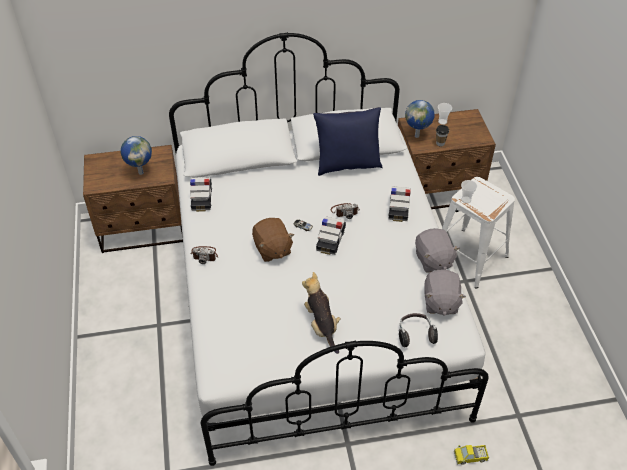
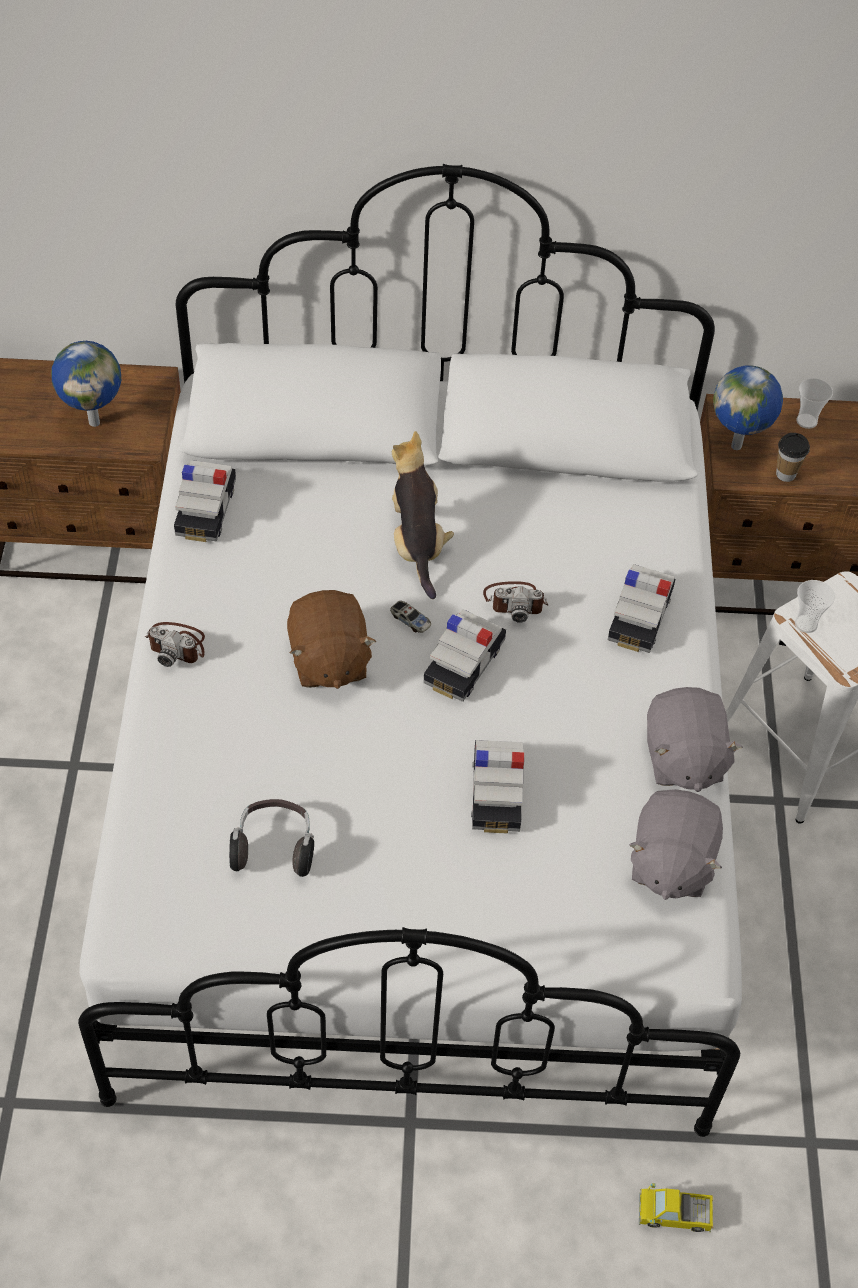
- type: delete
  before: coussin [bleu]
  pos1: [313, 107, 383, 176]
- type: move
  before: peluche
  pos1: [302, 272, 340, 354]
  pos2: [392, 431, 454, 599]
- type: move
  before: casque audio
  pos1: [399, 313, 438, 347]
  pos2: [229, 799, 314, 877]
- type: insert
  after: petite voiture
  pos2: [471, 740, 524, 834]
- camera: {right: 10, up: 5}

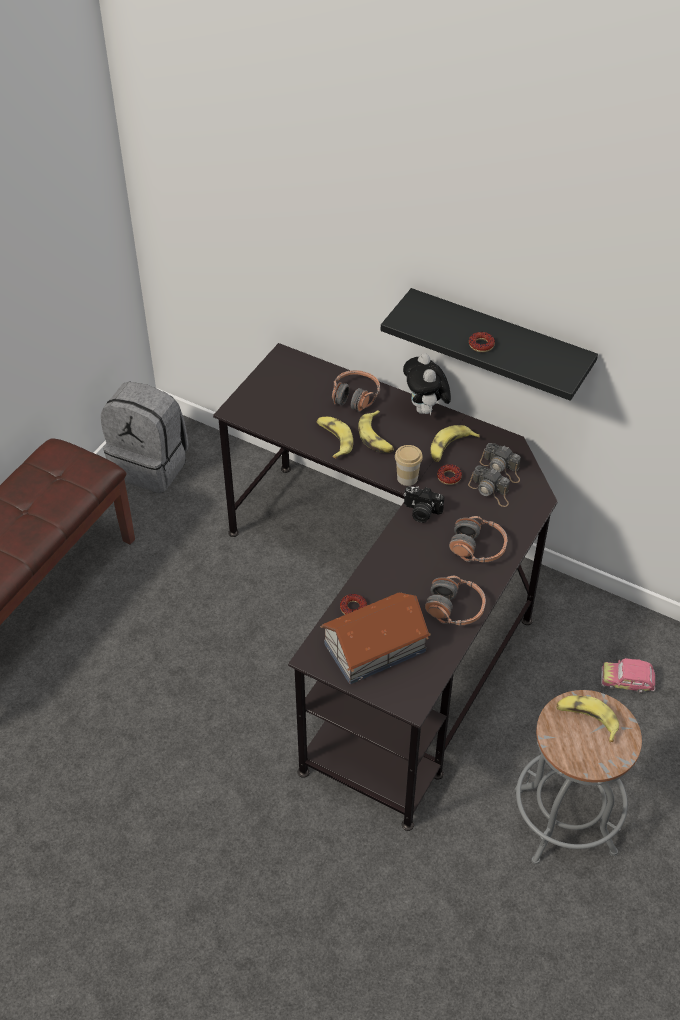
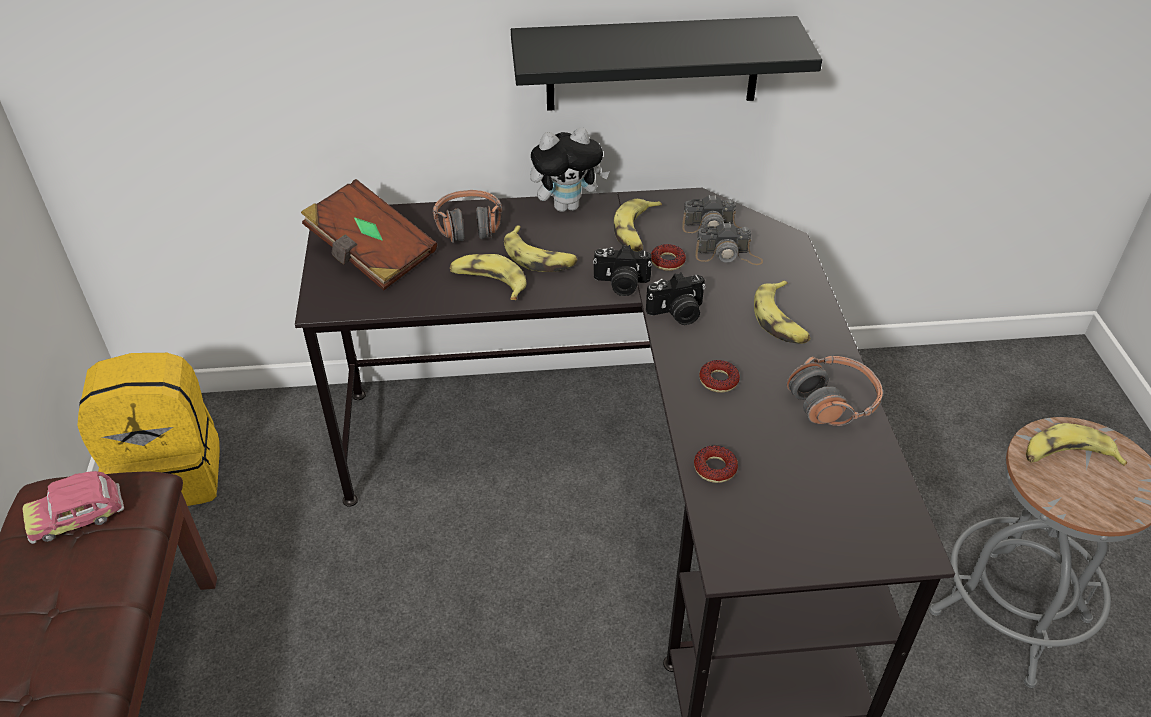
- type: move
  before: beignet
  pos1: [469, 332, 495, 352]
  pos2: [699, 360, 740, 393]
- type: rotate
  before: peluche
  pos1: [403, 353, 451, 416]
  pos2: [530, 128, 610, 212]
  turn: -60
- type: recolor
  before: sac à dos [gris]
  after: sac à dos [jaune]
  pos1: [101, 382, 189, 493]
  pos2: [77, 353, 220, 506]
- type: replace
  before: tasse
  after: appareil photo
  pos1: [395, 445, 423, 486]
  pos2: [593, 245, 652, 296]
- type: replace
  before: casque audio
  after: banane
  pos1: [449, 516, 507, 563]
  pos2: [754, 280, 810, 343]
- type: delete
  before: maison miniature
  pos1: [320, 592, 431, 685]
- type: move
  before: petite voiture
  pos1: [601, 658, 655, 693]
  pos2: [23, 471, 124, 544]
- type: insert
  after: livre [marron]
  pos2: [301, 179, 437, 290]
- camera: {right: -35, up: -5}

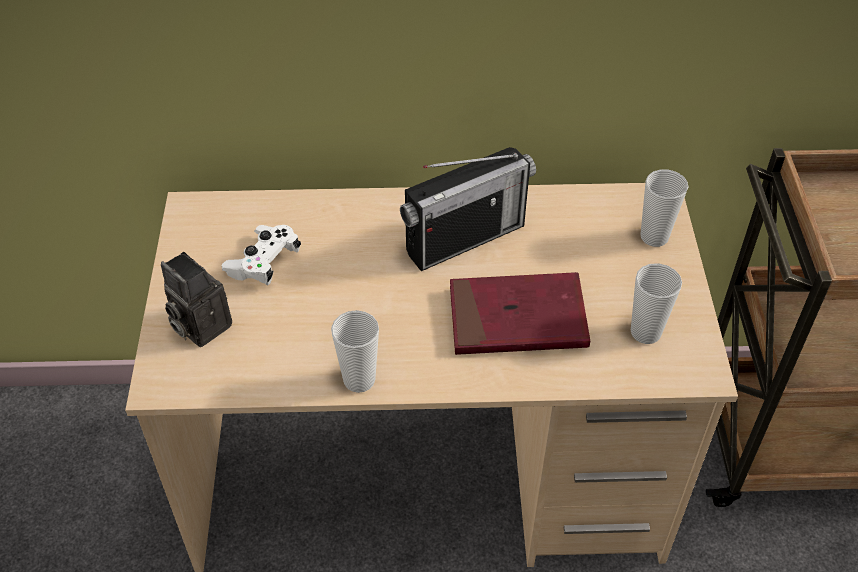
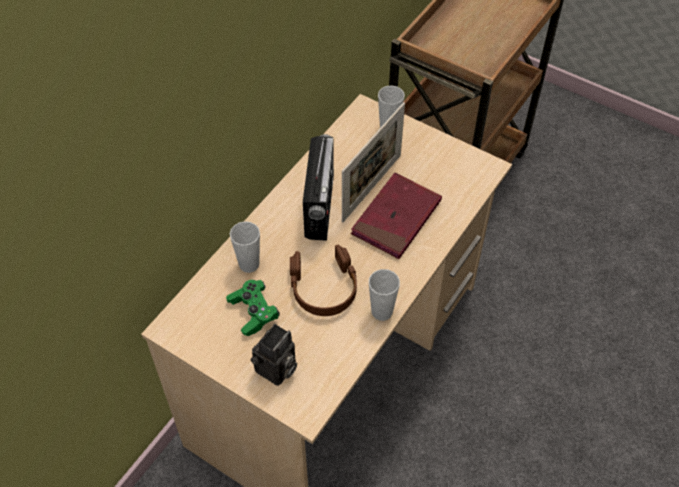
- type: recolor
  before: manette [blanc]
  after: manette [vert]
  pos1: [222, 225, 301, 285]
  pos2: [226, 280, 280, 336]
- type: rotate
  before: appareil photo
  pos1: [161, 252, 232, 347]
  pos2: [250, 324, 297, 386]
  turn: -45
- type: move
  before: tasse
  pos1: [631, 263, 682, 344]
  pos2: [230, 221, 260, 273]
- type: insert
  after: cadre photo
  pos2: [342, 102, 405, 222]
- type: insert
  after: casque audio [marron]
  pos2: [290, 245, 357, 316]
- camera: {right: -55, up: 5}

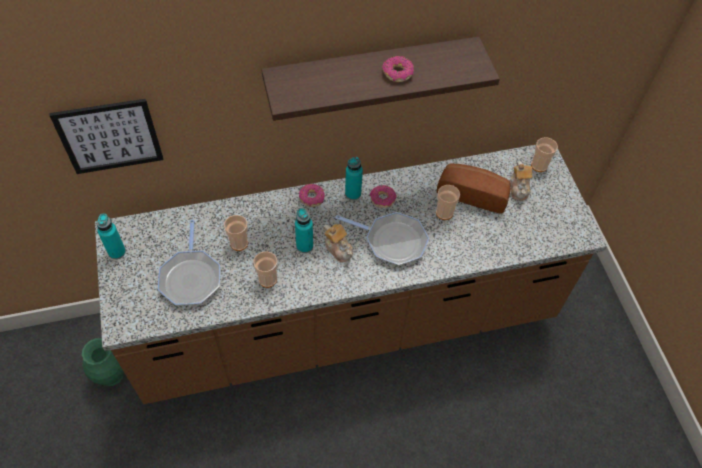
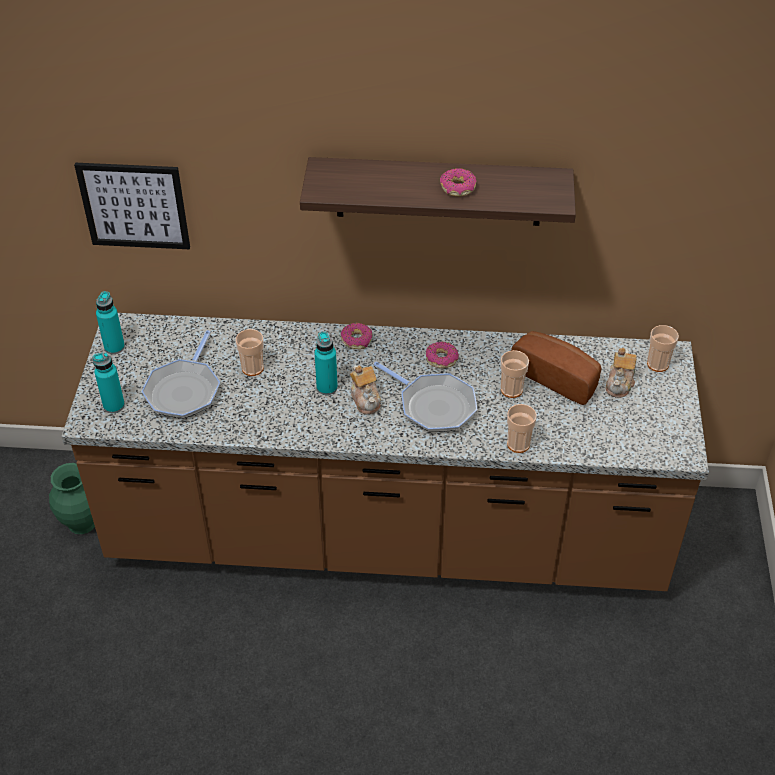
- type: move
  before: bouteille [turquoise]
  pos1: [345, 157, 363, 200]
  pos2: [93, 353, 125, 413]
- type: move
  before: tasse
  pos1: [253, 251, 278, 288]
  pos2: [507, 404, 537, 453]
- camera: {right: 20, up: -10}

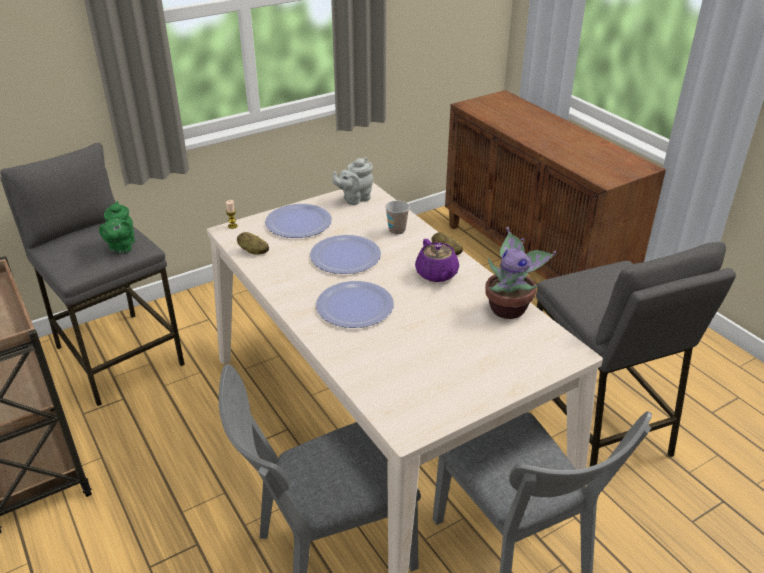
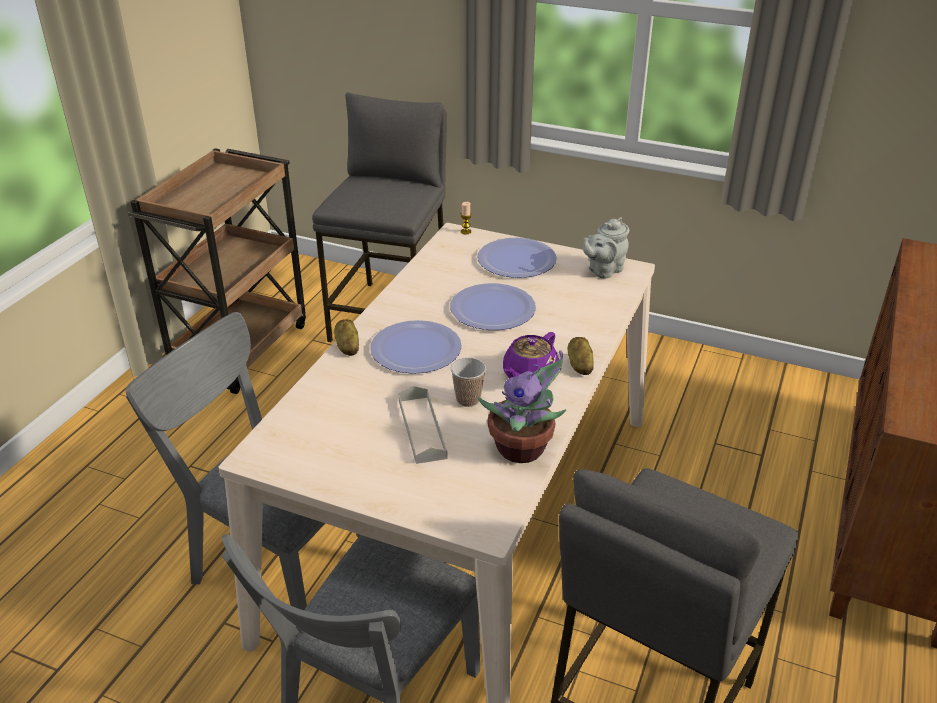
- type: rotate
  before: théière [gris]
  pos1: [332, 157, 373, 205]
  pos2: [583, 217, 629, 278]
  turn: -60
- type: delete
  before: théière [vert]
  pos1: [99, 201, 135, 253]
- type: move
  before: tasse
  pos1: [385, 201, 410, 235]
  pos2: [451, 357, 486, 407]
- type: move
  before: pomme de terre
  pos1: [237, 232, 269, 255]
  pos2: [334, 319, 359, 356]
- type: insert
  after: plateau [gris]
  pos2: [398, 386, 447, 464]
- camera: {right: 55, up: 0}

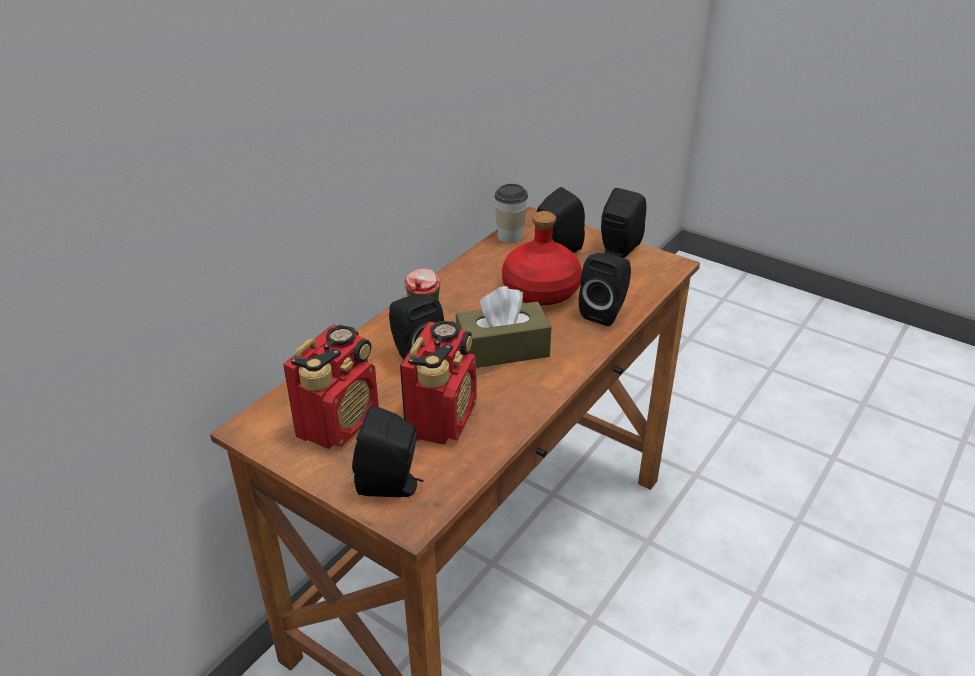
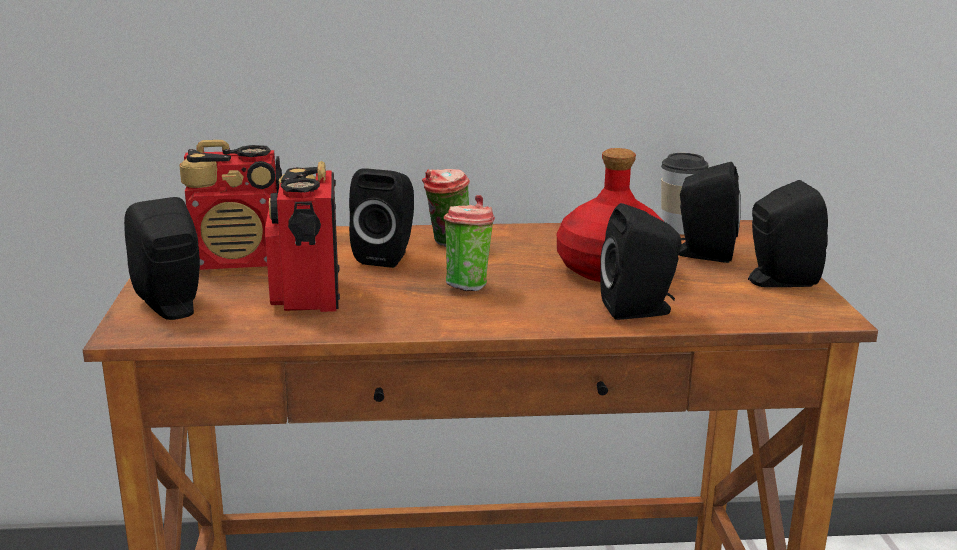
- type: replace
  before: boîte à mouchoirs [marron]
  after: tasse
  pos1: [456, 286, 551, 368]
  pos2: [444, 195, 495, 291]
- type: rotate
  before: radio
  pos1: [400, 321, 477, 445]
  pos2: [265, 161, 340, 312]
  turn: 105
- camera: {right: 50, up: -15}

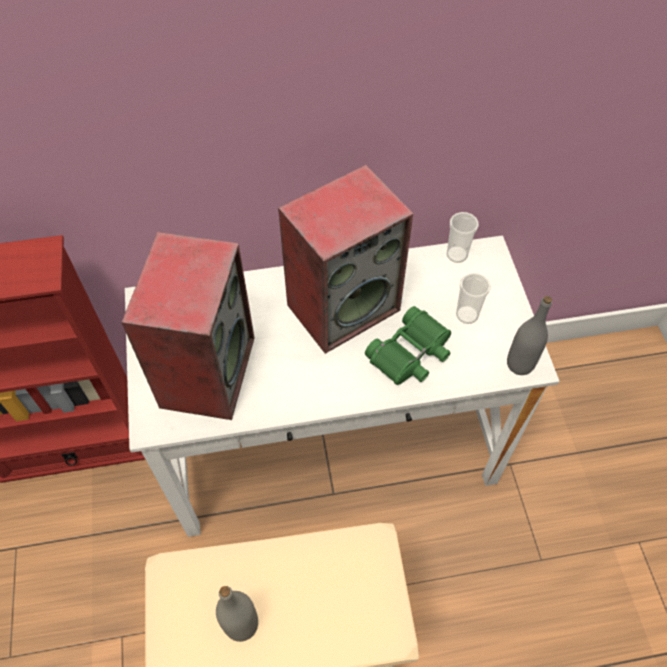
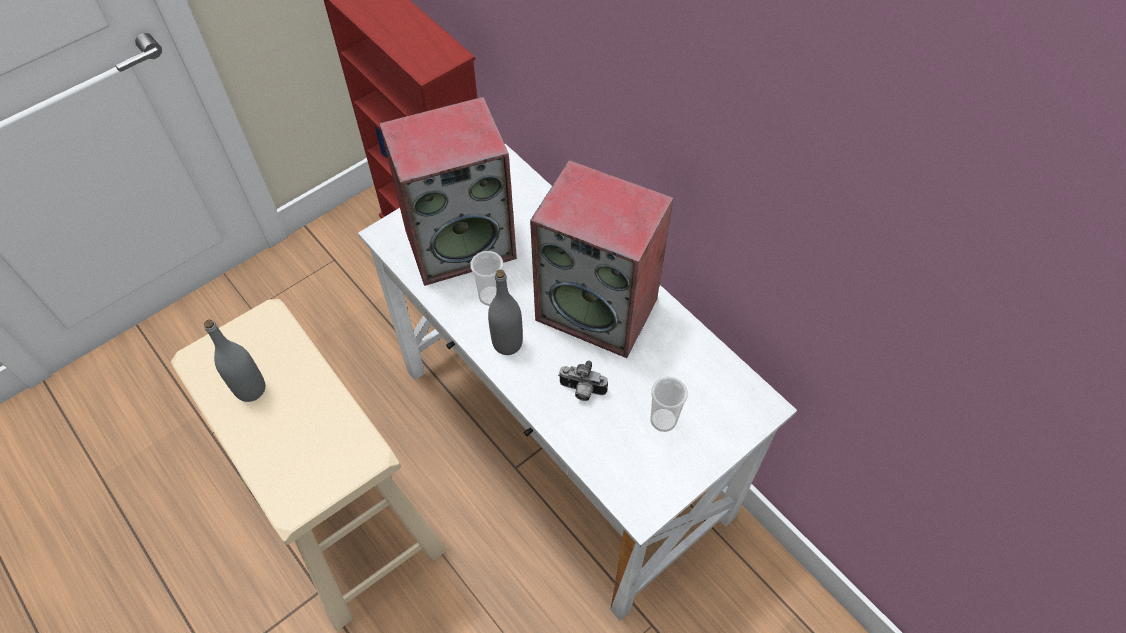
- type: move
  before: tasse
  pos1: [447, 212, 479, 263]
  pos2: [470, 251, 503, 306]
- type: move
  before: bouteille [gris]
  pos1: [507, 296, 552, 375]
  pos2: [488, 270, 523, 355]
- type: replace
  before: jumelles [vert]
  after: appareil photo
  pos1: [365, 306, 451, 385]
  pos2: [558, 360, 608, 401]
- camera: {right: 60, up: 0}

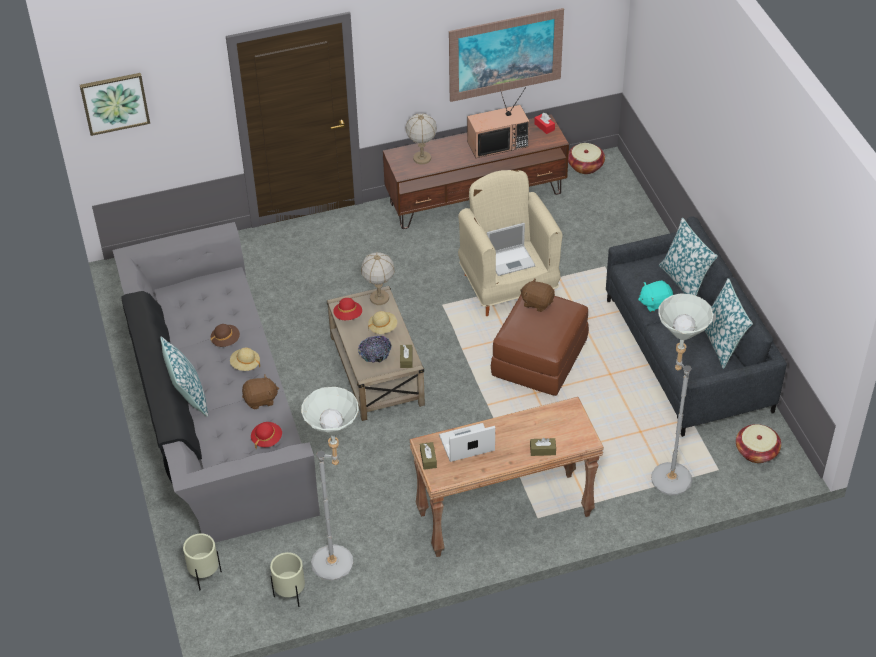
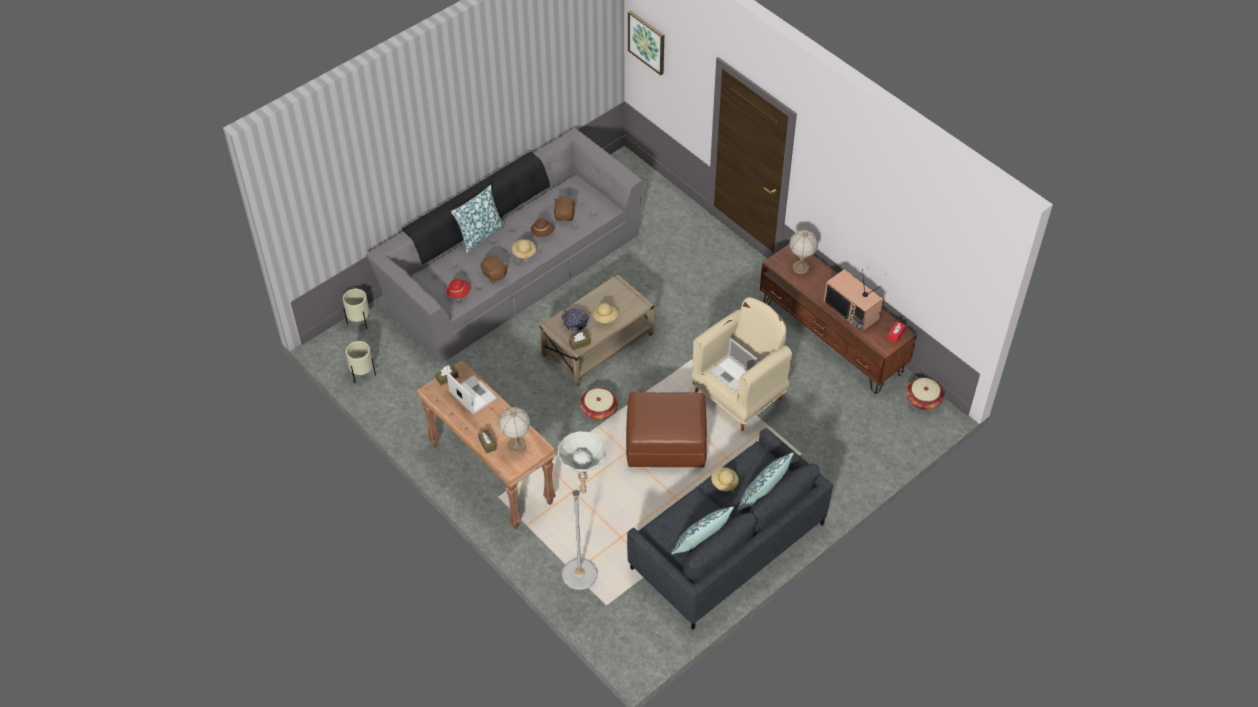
- type: delete
  before: tableau
  pos1: [449, 8, 564, 102]
- type: move
  before: lampe de table
  pos1: [361, 252, 395, 305]
  pos2: [498, 407, 531, 454]
- type: move
  before: peluche [marron]
  pos1: [520, 278, 554, 312]
  pos2: [554, 197, 576, 221]
- type: replace
  before: peluche [turquoise]
  after: chapeau [beige]
  pos1: [638, 281, 673, 312]
  pos2: [711, 468, 739, 493]
- type: delete
  before: chapeau [rouge]
  pos1: [333, 298, 362, 320]
- type: delete
  before: lampadaire [gris]
  pos1: [301, 387, 359, 581]
- type: move
  before: panier
  pos1: [736, 424, 781, 463]
  pos2: [580, 388, 618, 420]
- camera: {right: 65, up: 5}

